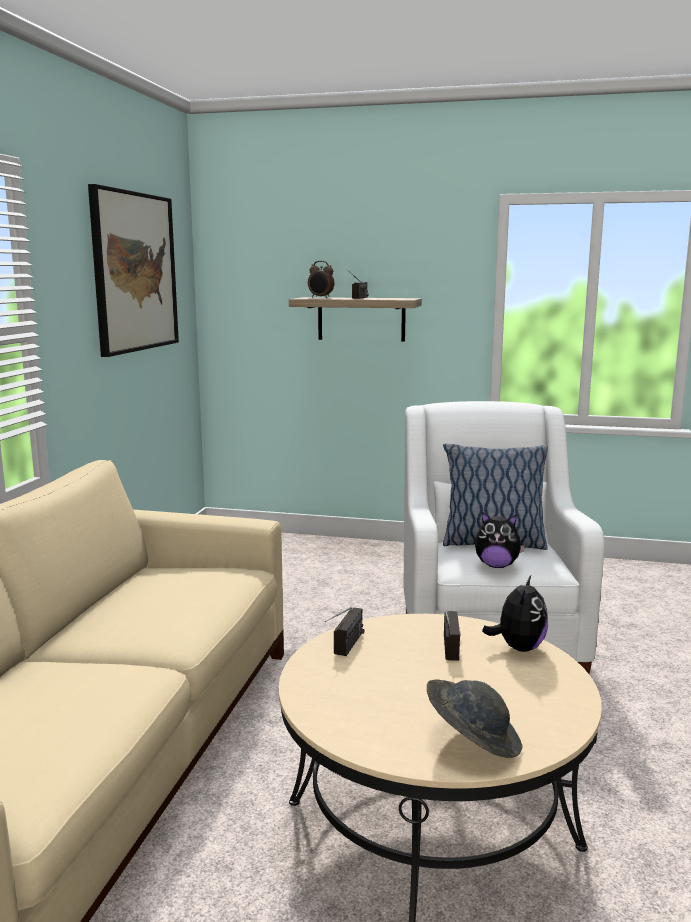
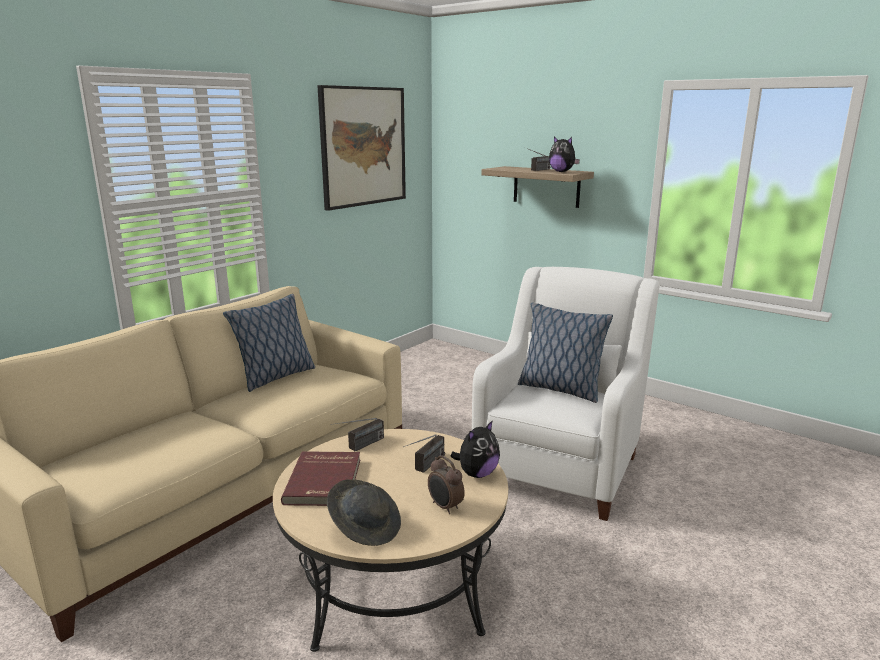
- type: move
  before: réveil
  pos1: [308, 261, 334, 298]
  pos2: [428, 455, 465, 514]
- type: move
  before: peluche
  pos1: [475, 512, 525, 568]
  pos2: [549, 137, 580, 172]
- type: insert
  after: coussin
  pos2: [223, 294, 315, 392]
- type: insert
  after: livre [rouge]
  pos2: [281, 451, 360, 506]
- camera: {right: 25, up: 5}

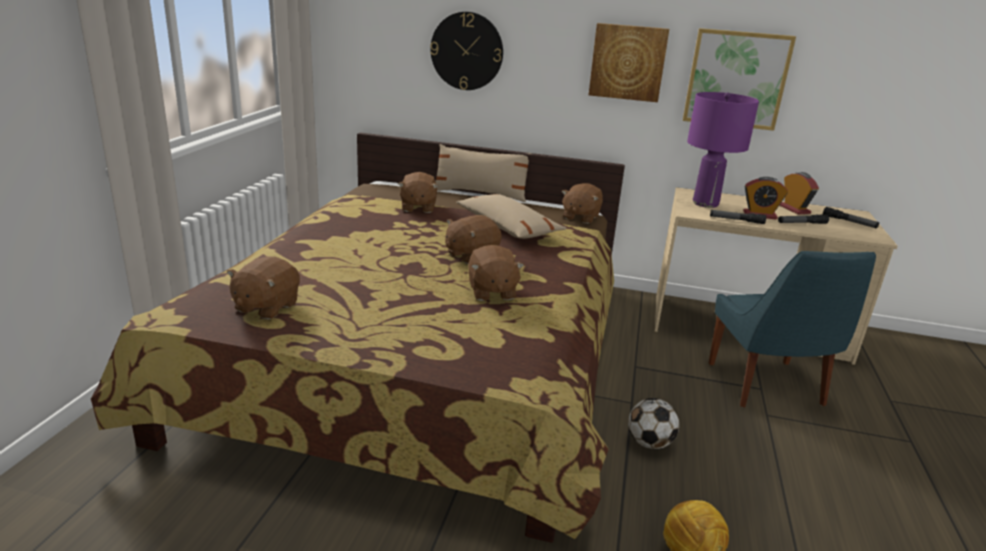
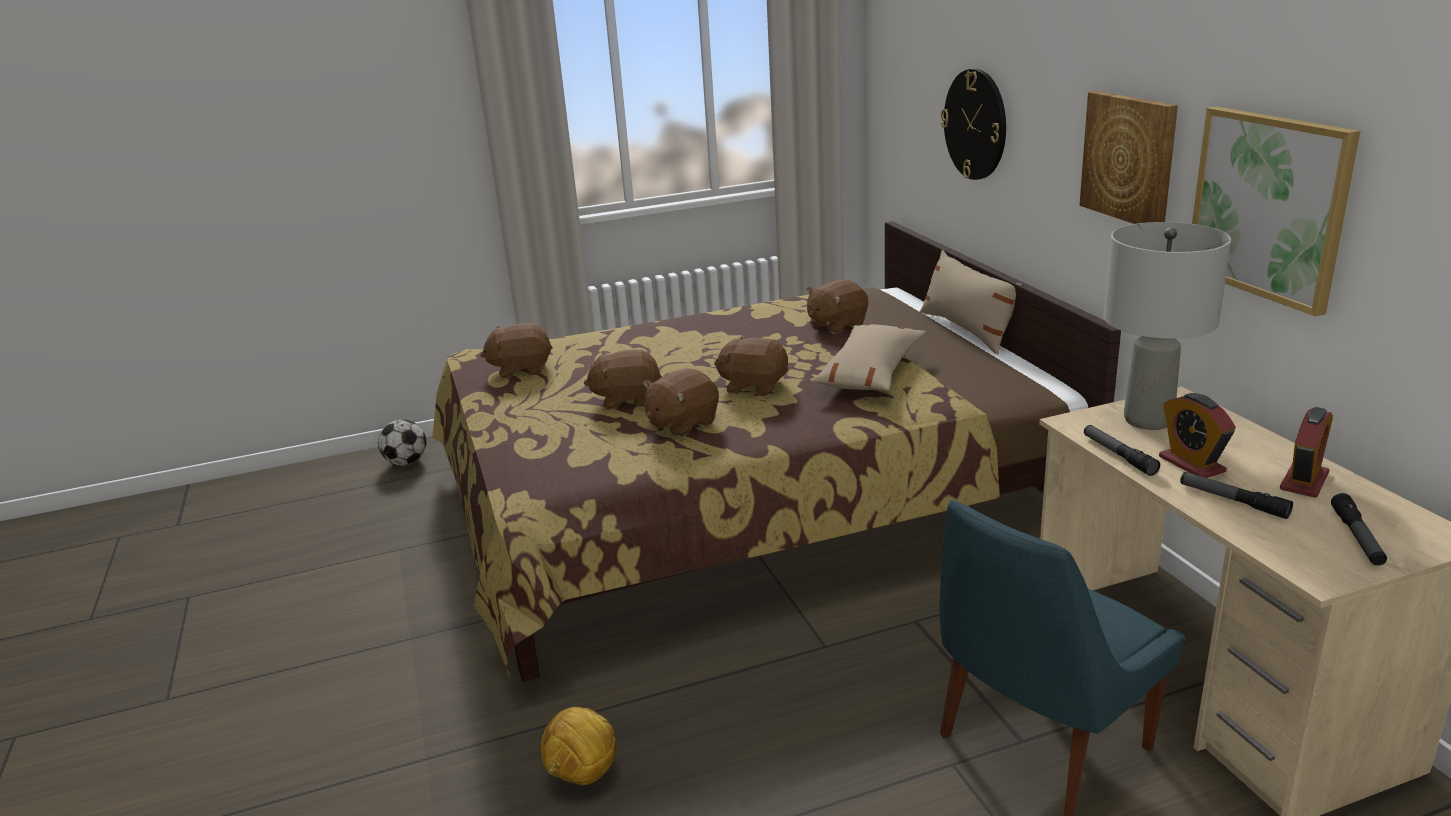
- type: recolor
  before: lampe de table [violet]
  after: lampe de table [gris]
  pos1: [687, 92, 759, 208]
  pos2: [1103, 222, 1231, 430]
- type: move
  before: peluche [marron]
  pos1: [561, 183, 603, 224]
  pos2: [584, 349, 662, 410]
- type: move
  before: ballon de foot
  pos1: [628, 398, 679, 449]
  pos2: [378, 419, 426, 466]
- camera: {right: 60, up: 0}

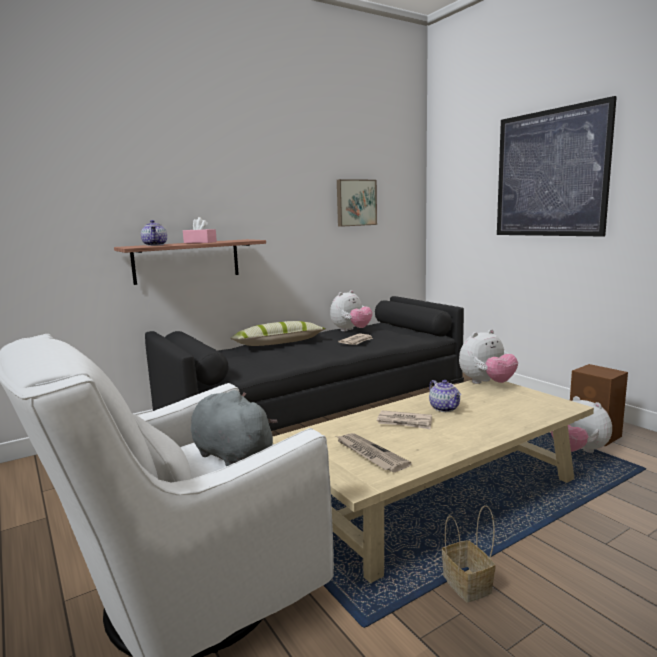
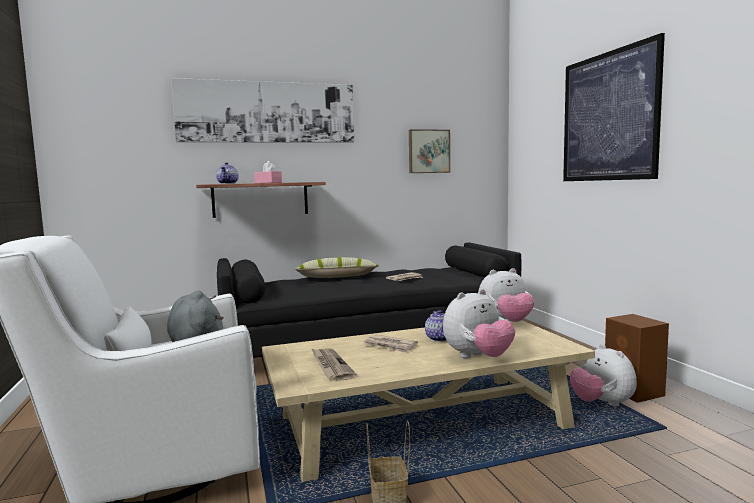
- type: move
  before: peluche
  pos1: [330, 290, 373, 331]
  pos2: [443, 289, 515, 358]
- type: insert
  after: tableau
  pos2: [171, 78, 354, 143]
- camera: {right: 15, up: -5}

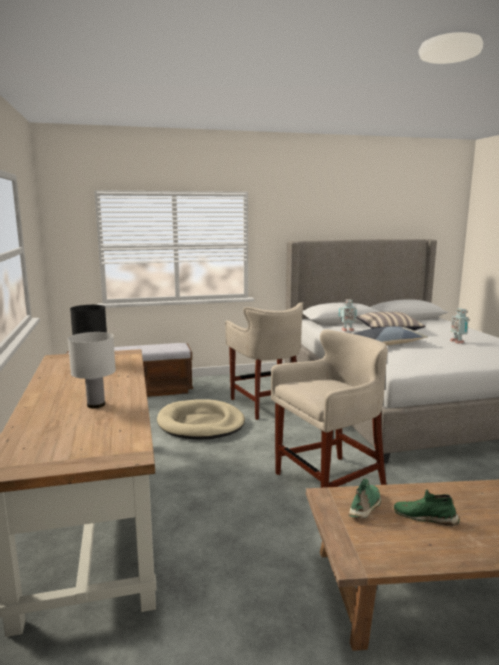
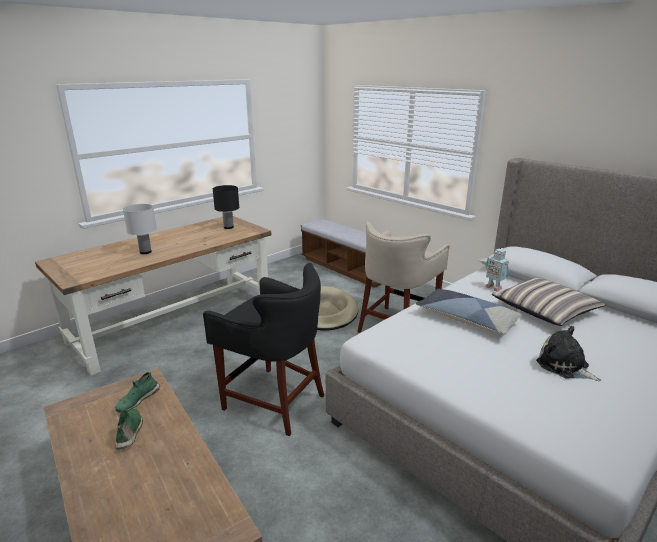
- type: replace
  before: robot jouet
  after: peluche
  pos1: [450, 308, 469, 344]
  pos2: [536, 326, 601, 381]
- type: recolor
  before: tabouret [beige]
  after: tabouret [noir]
  pos1: [271, 329, 388, 488]
  pos2: [203, 263, 324, 436]
- type: rotate
  before: chaussure [vert]
  pos1: [349, 478, 381, 518]
  pos2: [115, 372, 160, 413]
  turn: 120
- camera: {right: 60, up: 10}

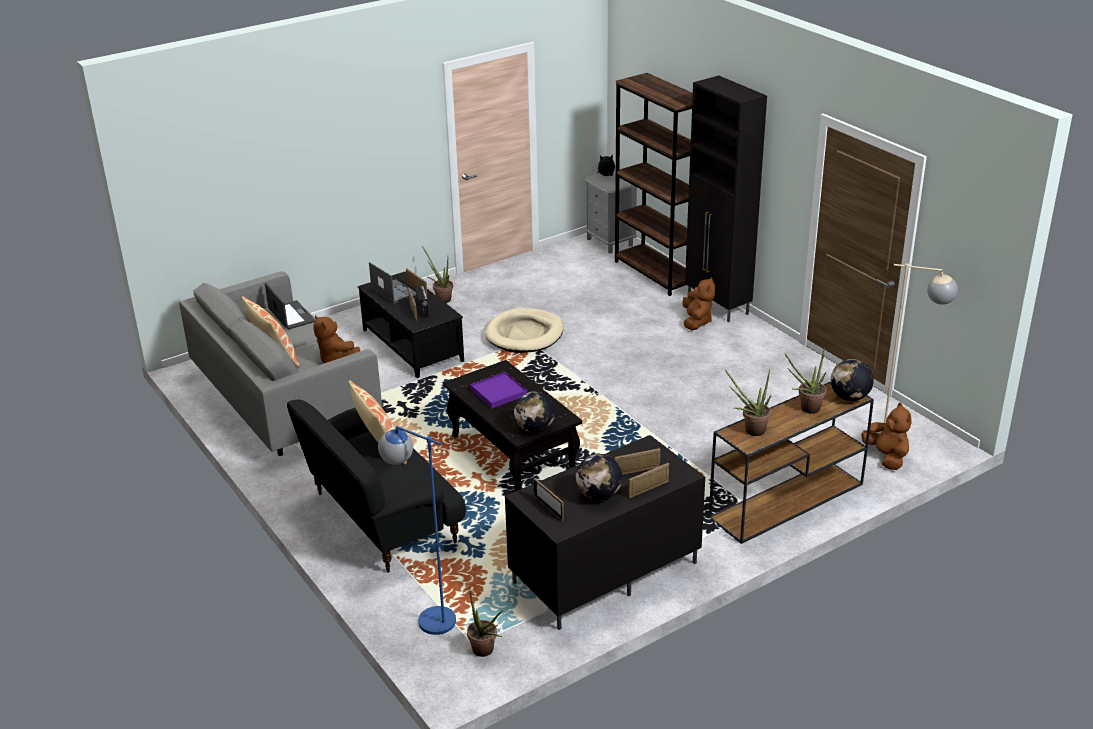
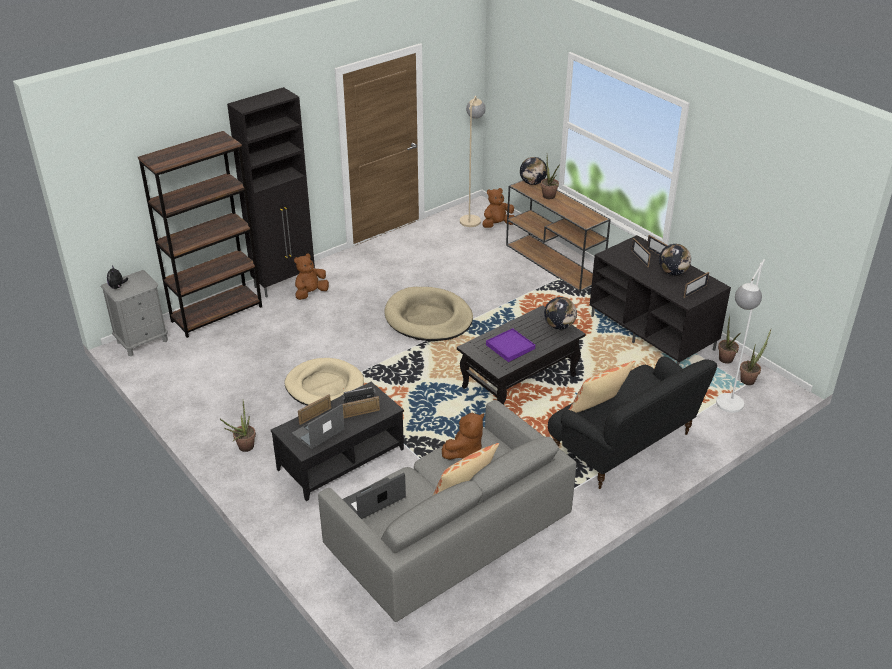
- type: rotate
  before: peluche [marron]
  pos1: [682, 277, 715, 331]
  pos2: [294, 254, 329, 300]
  turn: -45
- type: move
  before: plante en pot
  pos1: [725, 369, 771, 436]
  pos2: [718, 315, 741, 364]
- type: recolor
  before: lampadaire [bleu]
  after: lampadaire [blanc]
  pos1: [378, 426, 456, 635]
  pos2: [716, 259, 765, 413]
- type: insert
  after: panier pour chien [beige]
  pos2: [384, 287, 473, 341]
- camera: {right: -95, up: 5}

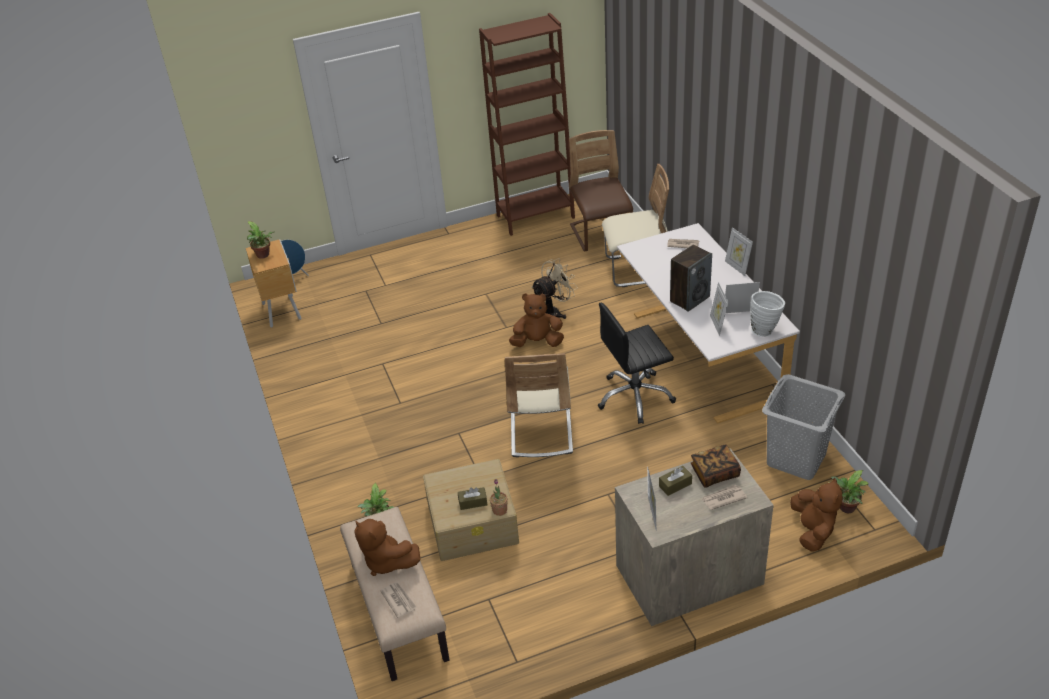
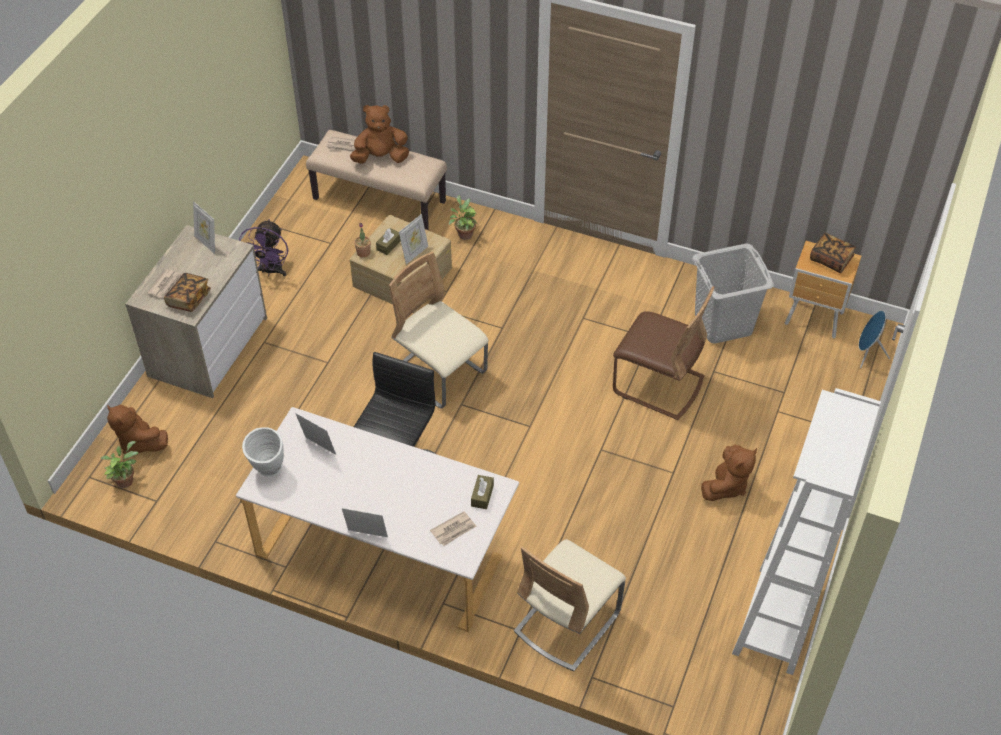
- type: recolor
  before: bibliothèque [marron]
  after: bibliothèque [blanc]
  pos1: [479, 13, 575, 236]
  pos2: [732, 388, 881, 675]
- type: move
  before: chaise [marron]
  pos1: [569, 130, 633, 252]
  pos2: [613, 286, 715, 420]
- type: replace
  before: plante en pot
  after: livre
  pos1: [247, 221, 274, 259]
  pos2: [810, 233, 856, 273]
- type: delete
  before: enceinte
  pos1: [670, 245, 712, 312]
- type: delete
  before: ventilateur [beige]
  pos1: [531, 258, 578, 319]
- type: move
  before: cadre photo
  pos1: [725, 282, 760, 313]
  pos2: [399, 214, 428, 264]
- type: move
  before: peluche [marron]
  pos1: [509, 293, 564, 347]
  pos2: [701, 445, 757, 501]
- type: move
  before: panier à linge [gris]
  pos1: [762, 374, 845, 480]
  pos2: [693, 243, 774, 344]
- type: move
  before: boîte à mouchoirs [marron]
  pos1: [659, 466, 692, 496]
  pos2: [471, 475, 494, 509]
- type: insert
  after: ventilateur [violet]
  pos2: [239, 219, 288, 276]
- camera: {right: 130, up: 10}

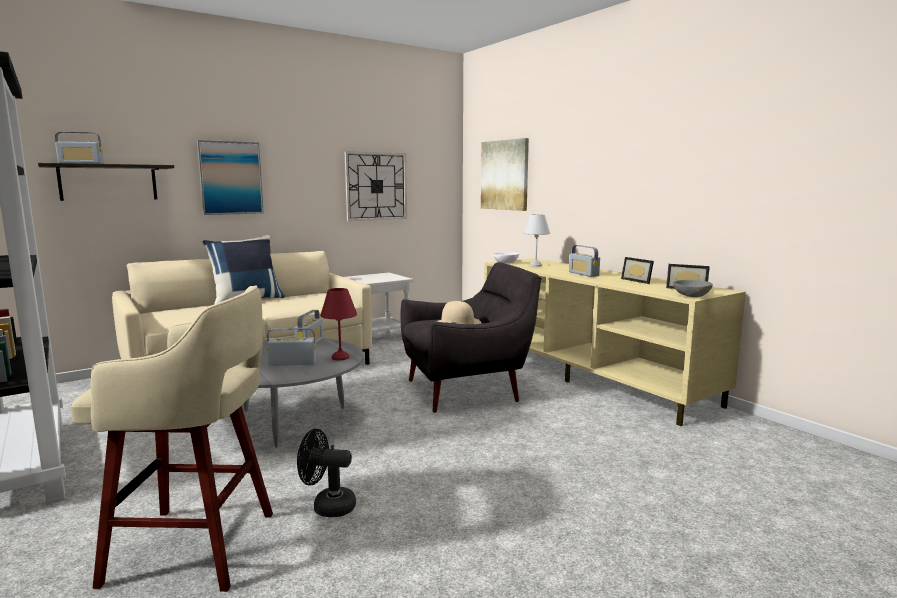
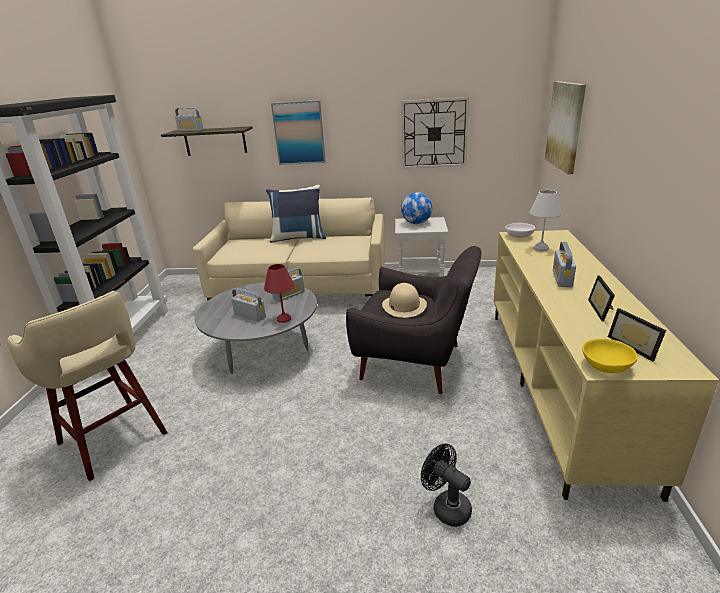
- type: recolor
  before: bol [gris]
  after: bol [jaune]
  pos1: [673, 280, 713, 297]
  pos2: [582, 339, 638, 373]
- type: move
  before: ventilateur [noir]
  pos1: [297, 429, 356, 517]
  pos2: [421, 443, 472, 527]
- type: insert
  after: globe
  pos2: [401, 192, 433, 224]
- camera: {right: 40, up: 15}

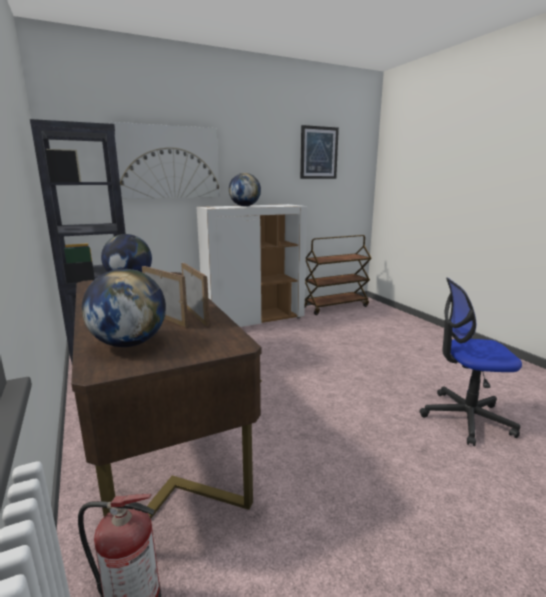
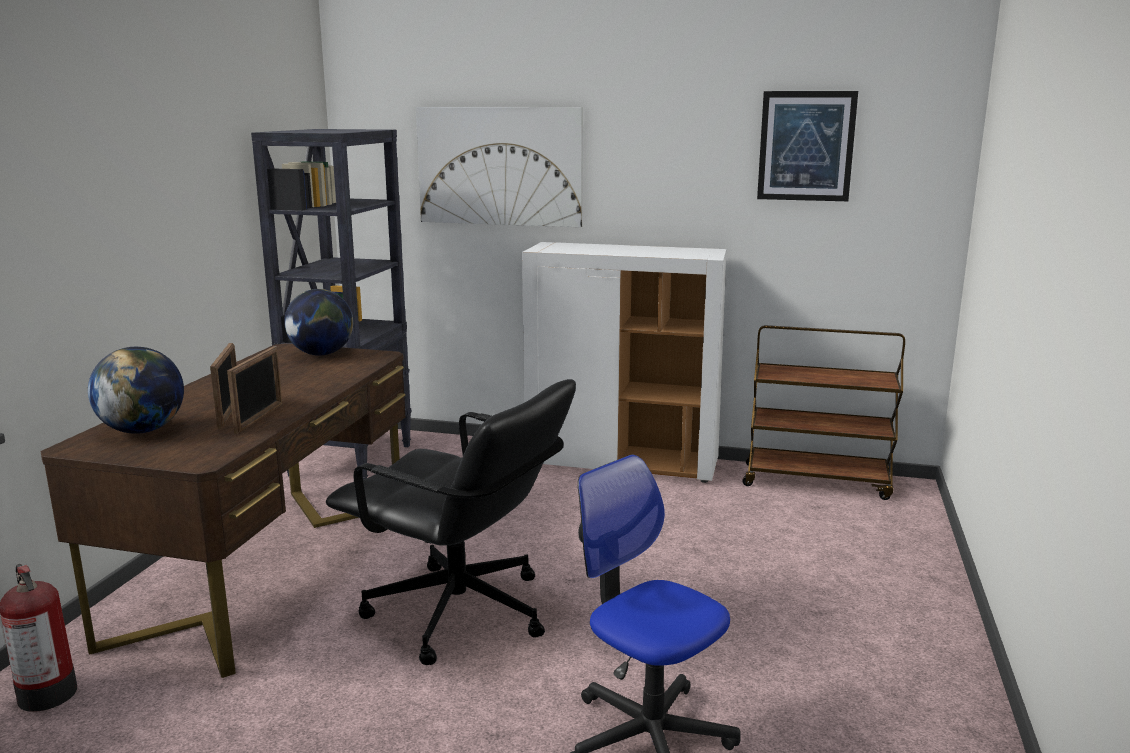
- type: delete
  before: globe
  pos1: [229, 173, 261, 206]
- type: insert
  after: chaise de bureau [noir]
  pos2: [326, 379, 576, 665]
- camera: {right: 40, up: 0}

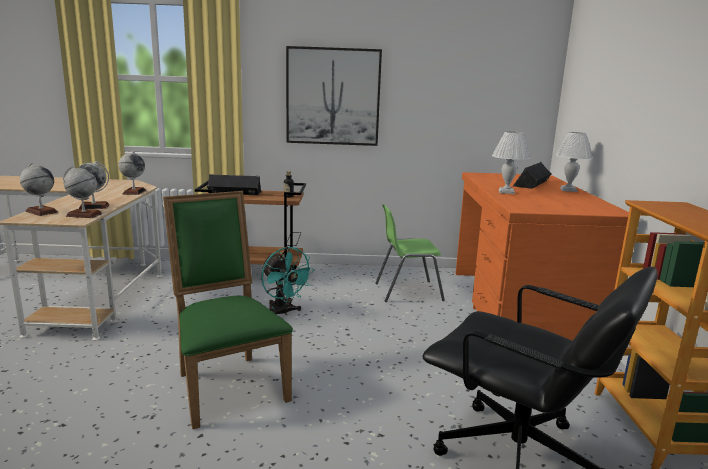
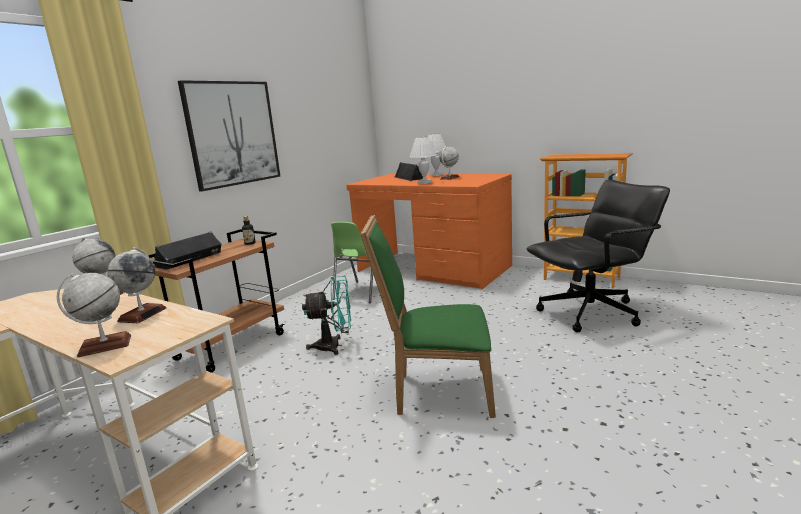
- type: move
  before: globe
  pos1: [63, 166, 102, 218]
  pos2: [439, 146, 459, 180]
- camera: {right: -55, up: 0}

